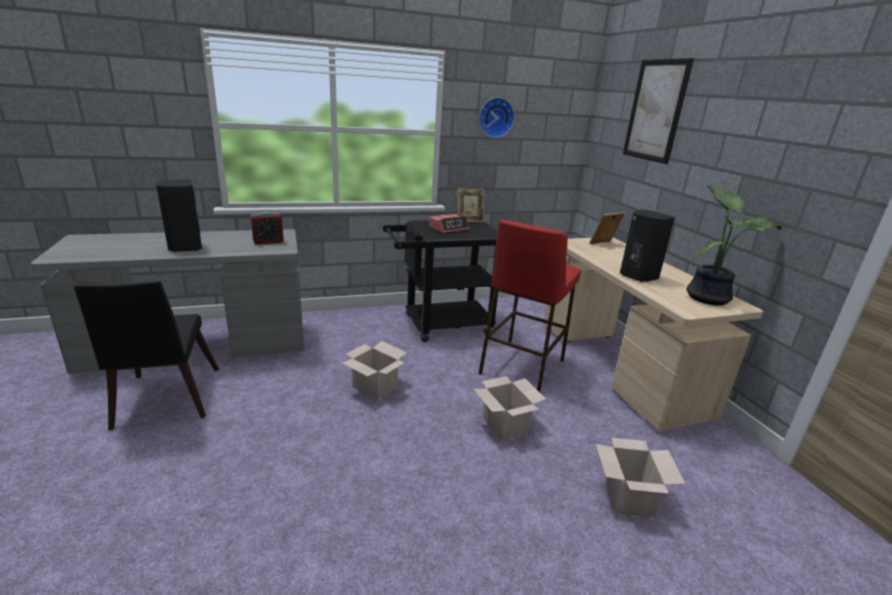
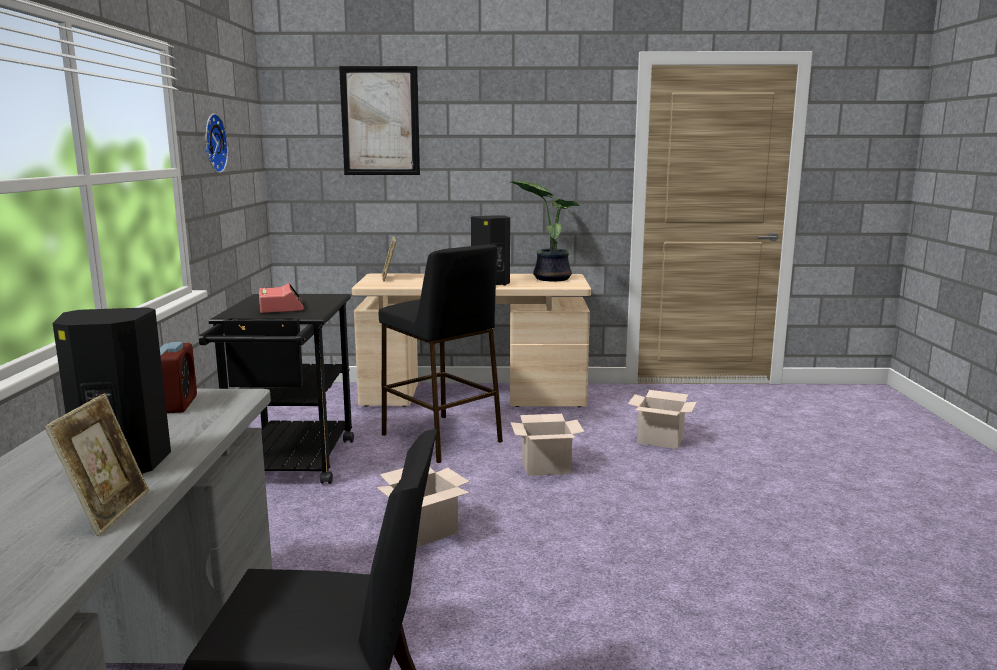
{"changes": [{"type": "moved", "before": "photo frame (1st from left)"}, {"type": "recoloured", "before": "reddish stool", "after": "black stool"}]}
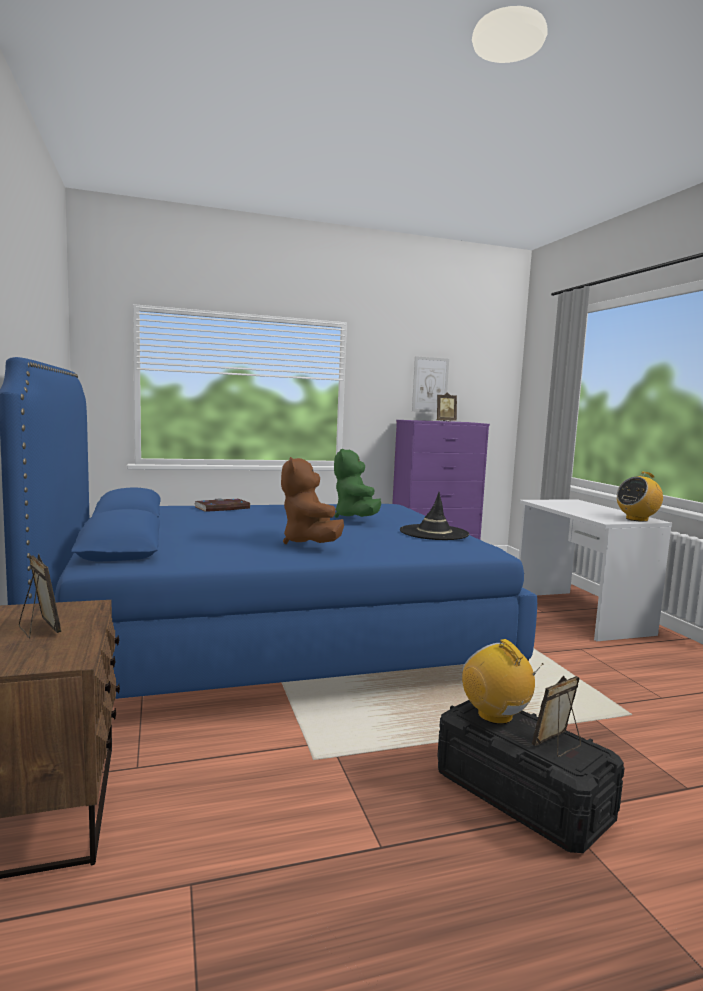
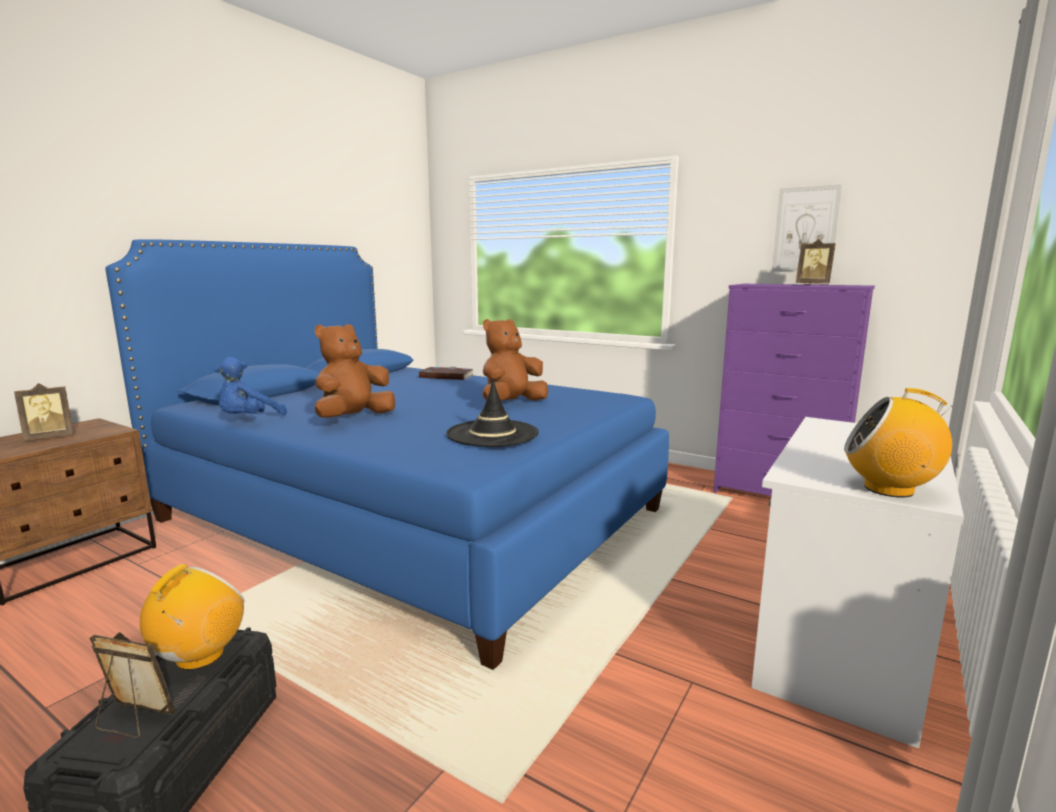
{"changes": [{"type": "added", "after": "blue-coloured plush toy"}, {"type": "recoloured", "before": "green plush toy", "after": "brown-coloured plush toy (2nd from left)"}, {"type": "turned", "before": "photo frame (1st from left)", "turn": 45}]}
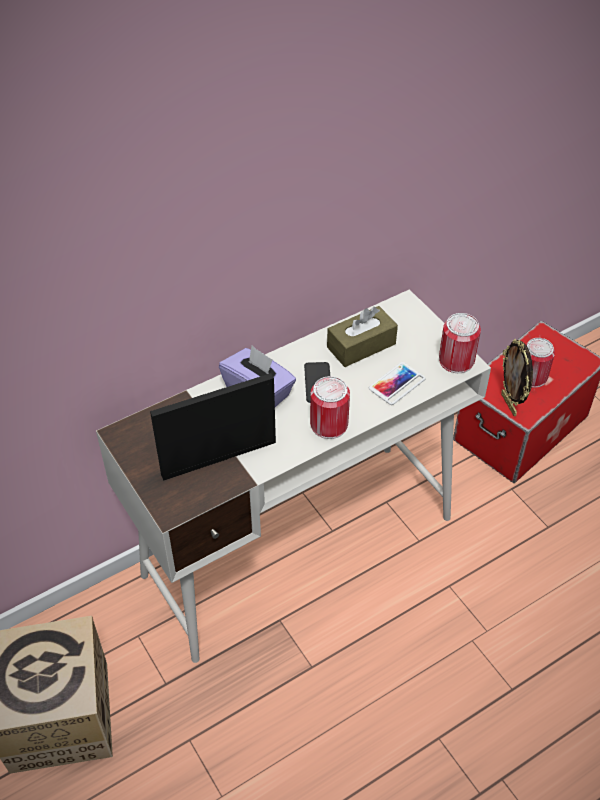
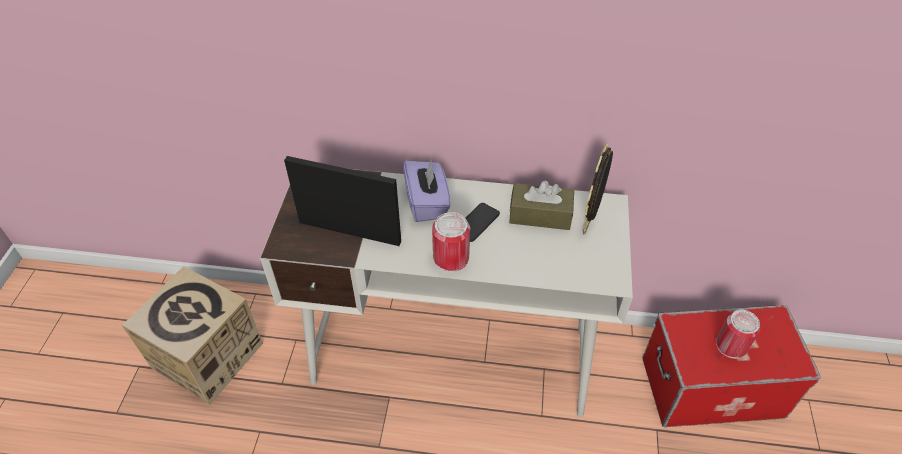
{"changes": [{"type": "removed", "before": "handset (2nd from left)"}, {"type": "removed", "before": "can (2nd from left)"}, {"type": "moved", "before": "photo frame (2nd from left)"}]}
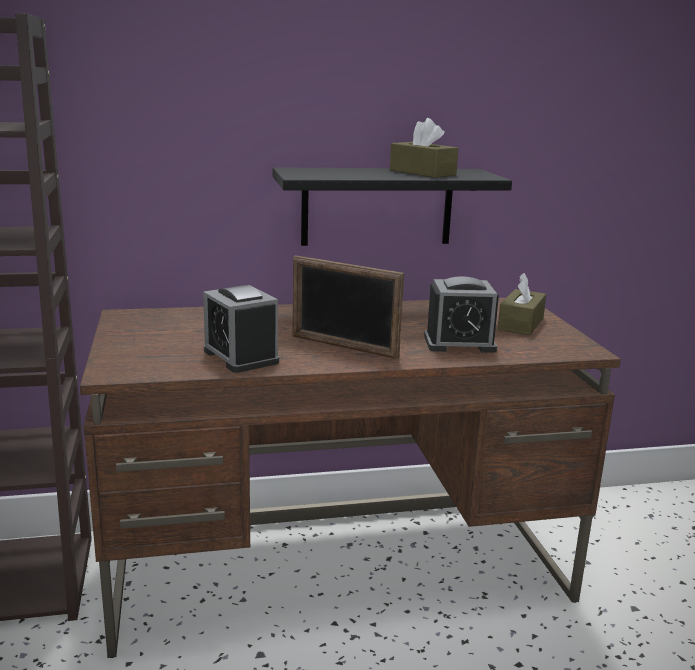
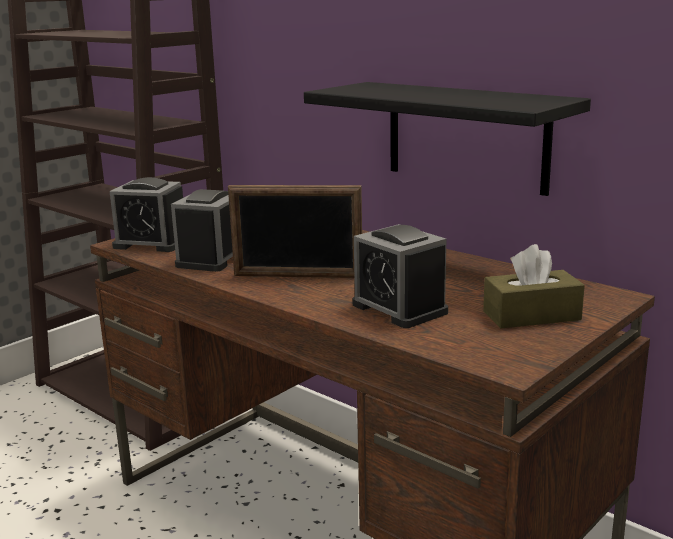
{"changes": [{"type": "removed", "before": "brown-coloured tissue box (1st from left)"}, {"type": "added", "after": "alarm clock (1st from left)"}, {"type": "turned", "before": "photo frame", "turn": -75}]}
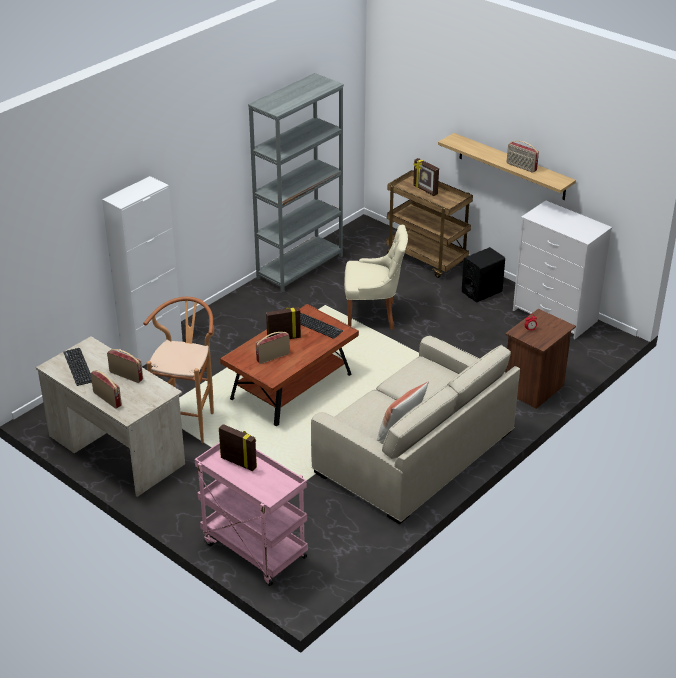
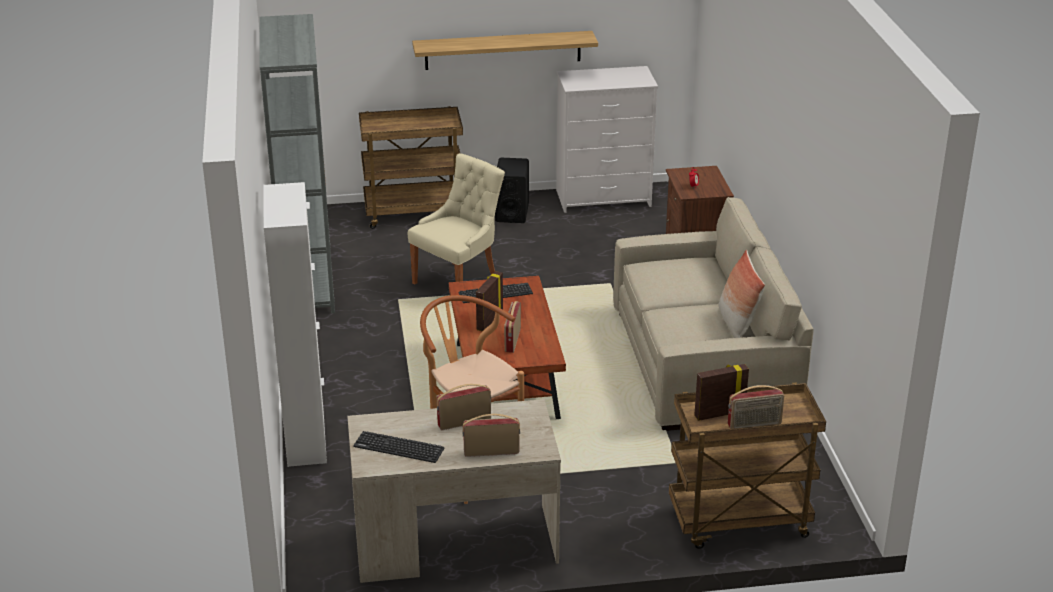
{"changes": [{"type": "removed", "before": "photo frame (3rd from left)"}, {"type": "moved", "before": "radio receiver (4th from left)"}, {"type": "recoloured", "before": "pink wheeled cart", "after": "brown-coloured wheeled cart (2nd from left)"}]}
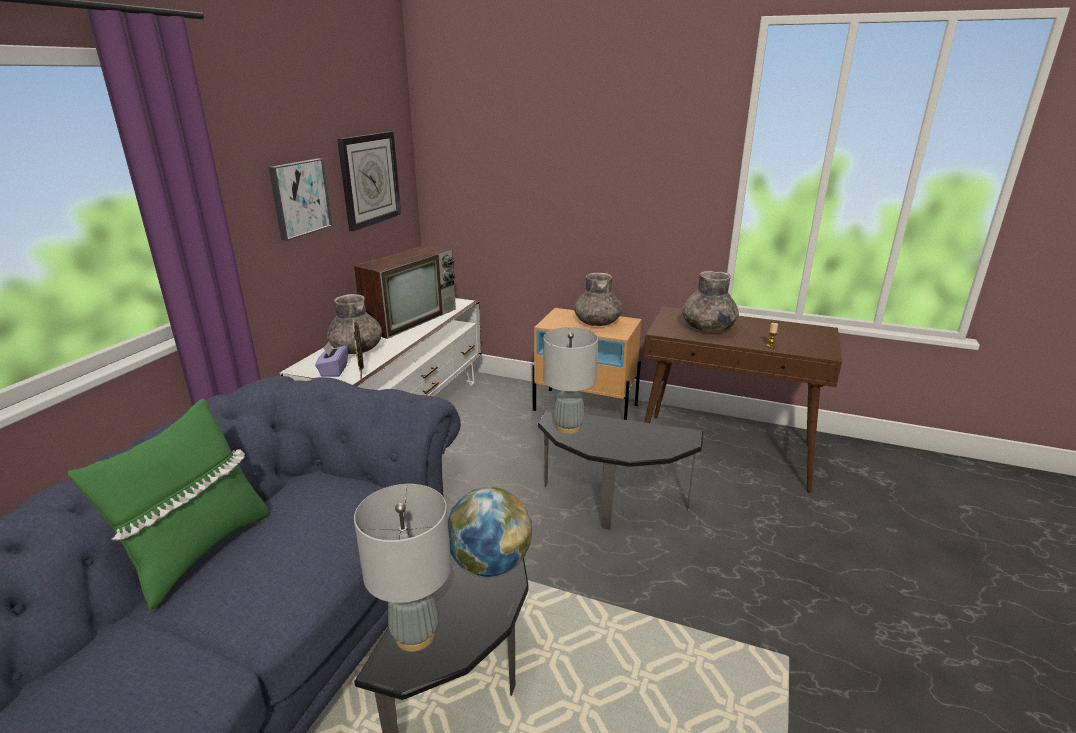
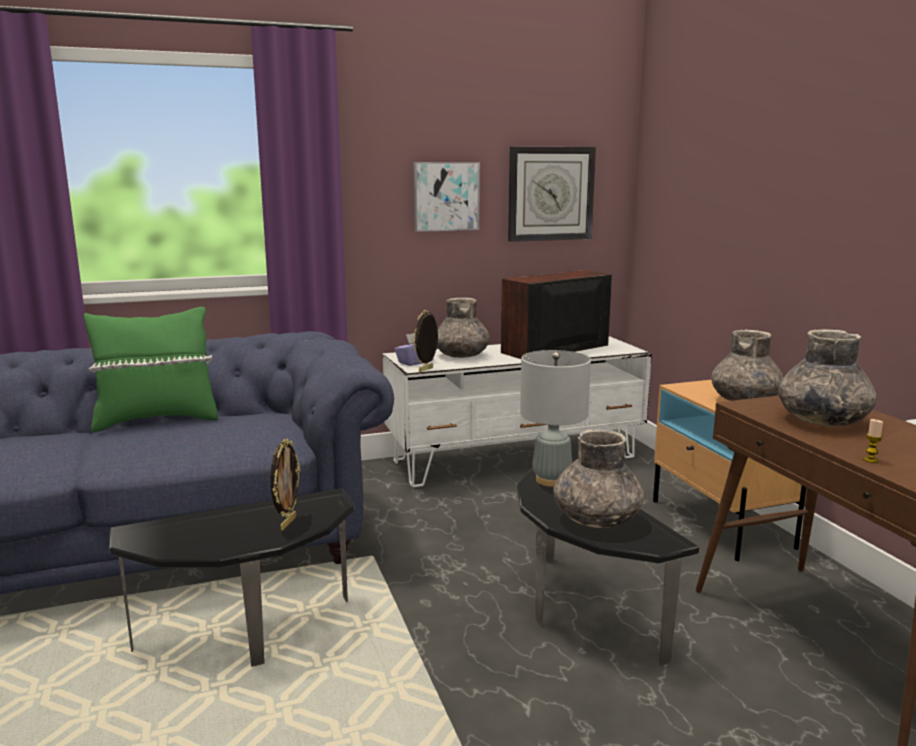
{"changes": [{"type": "removed", "before": "grey table lamp (1st from left)"}, {"type": "added", "after": "grey decorative vase (2nd from left)"}, {"type": "replaced", "before": "world globe", "after": "photo frame (1st from left)"}, {"type": "turned", "before": "TV set", "turn": 150}]}
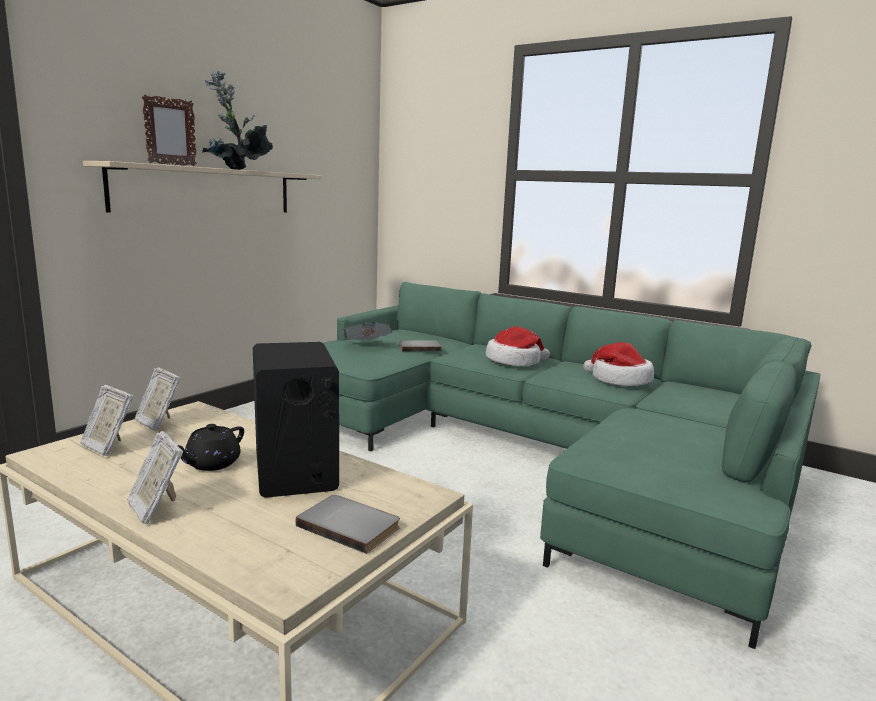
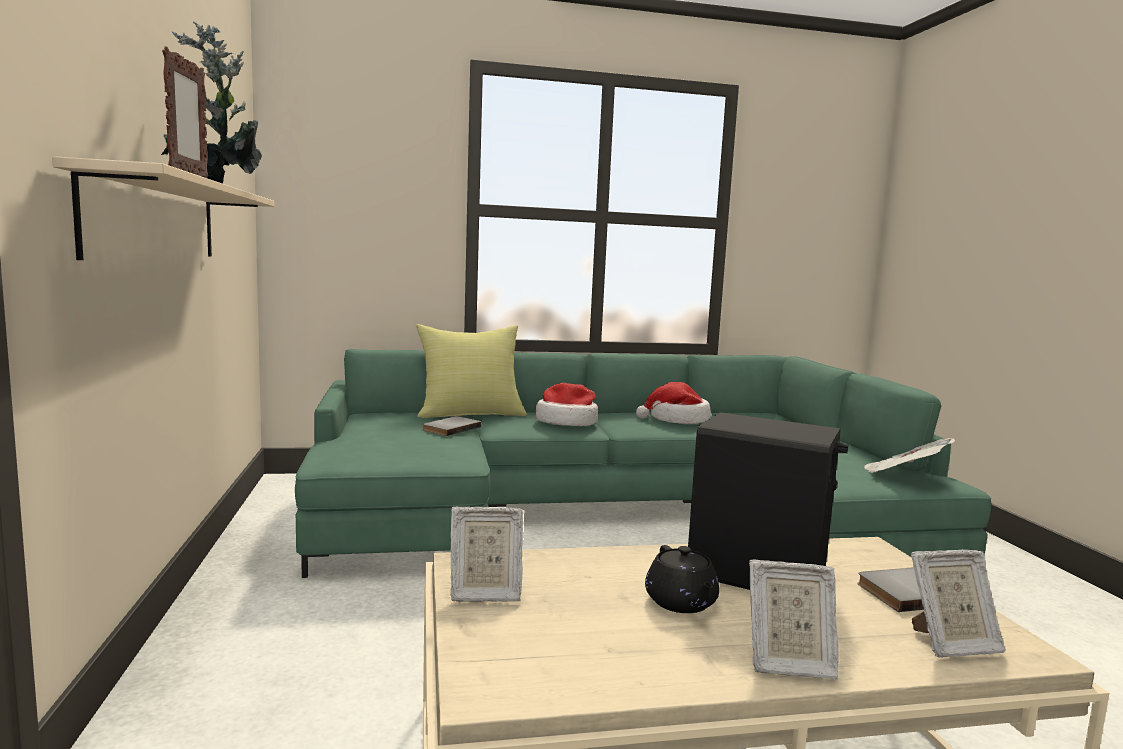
{"changes": [{"type": "added", "after": "yellow cushion"}, {"type": "moved", "before": "photo frame (1st from left in the first image)", "after": "photo frame (4th from left)"}, {"type": "moved", "before": "newspaper"}]}
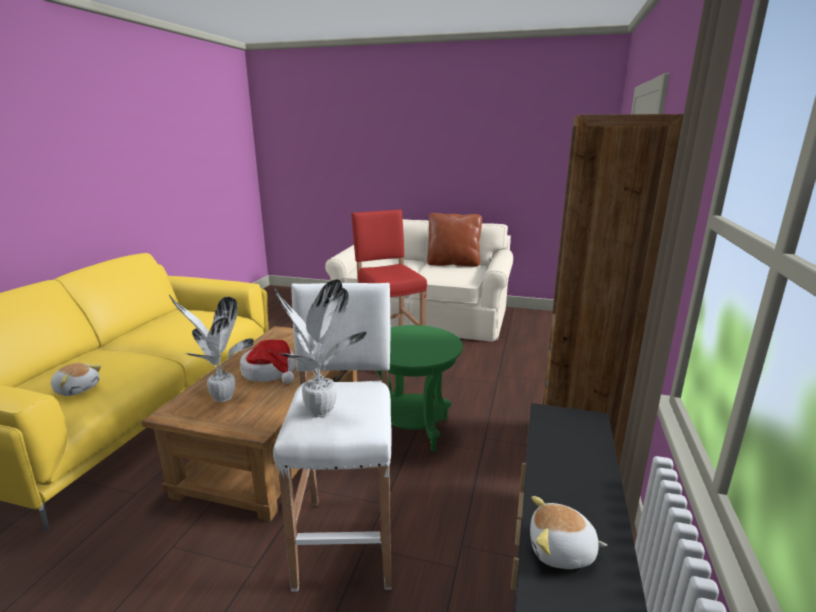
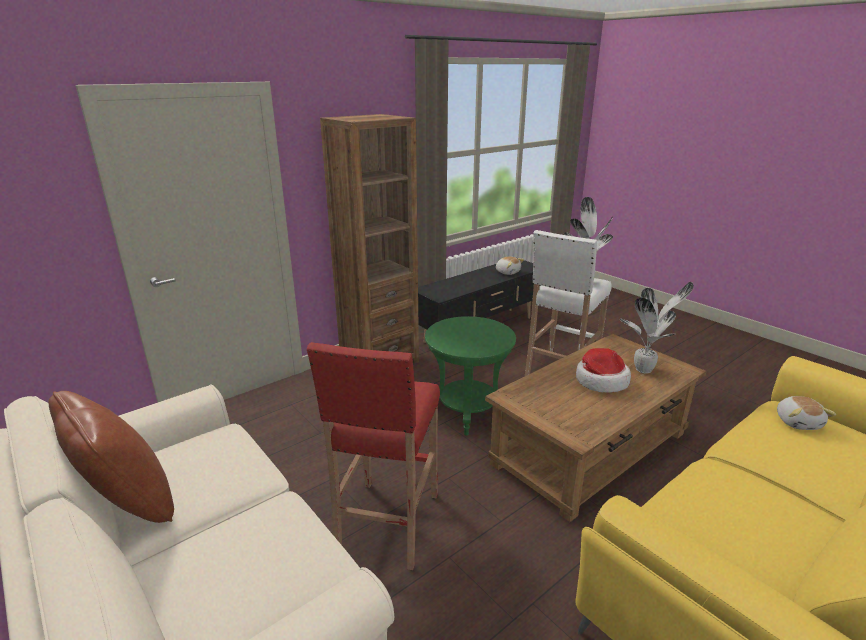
{"changes": [{"type": "turned", "before": "plush toy (1st from left in the first image)", "turn": -150}]}
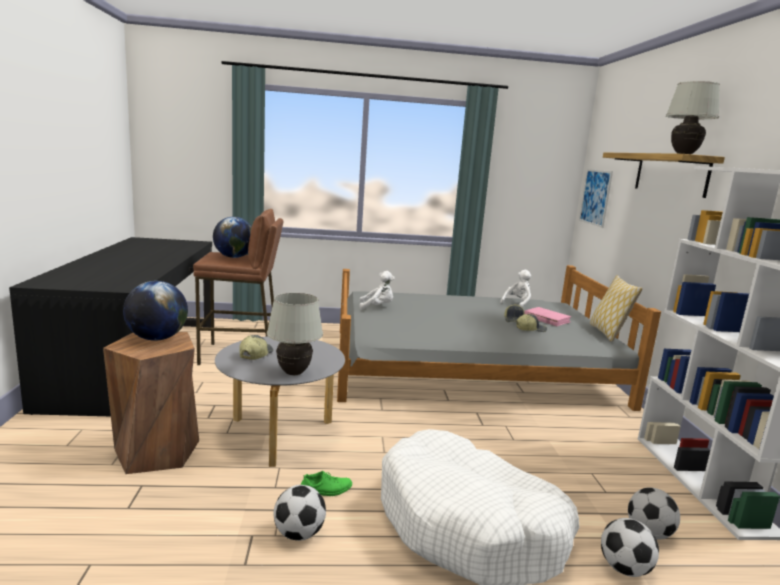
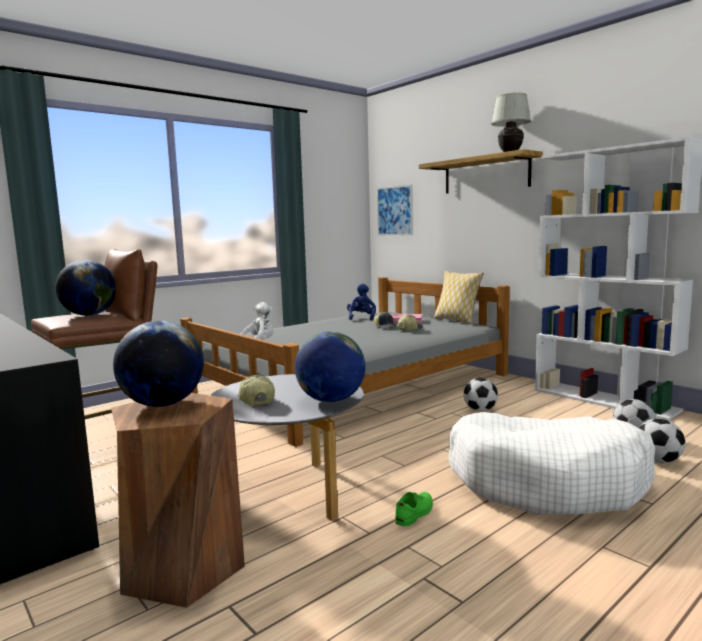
{"changes": [{"type": "moved", "before": "football (1st from left)"}, {"type": "replaced", "before": "white-coloured table lamp (1st from left)", "after": "world globe (3rd from left)"}, {"type": "recoloured", "before": "white-coloured plush toy (2nd from left)", "after": "blue-coloured plush toy"}]}
